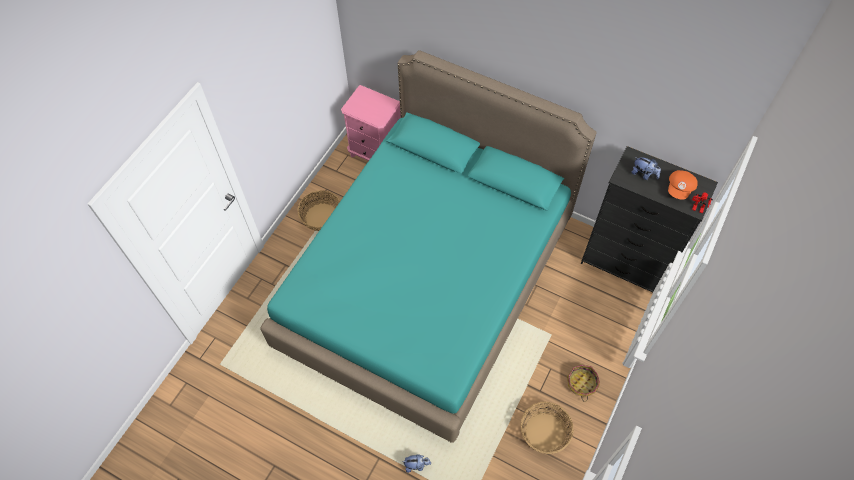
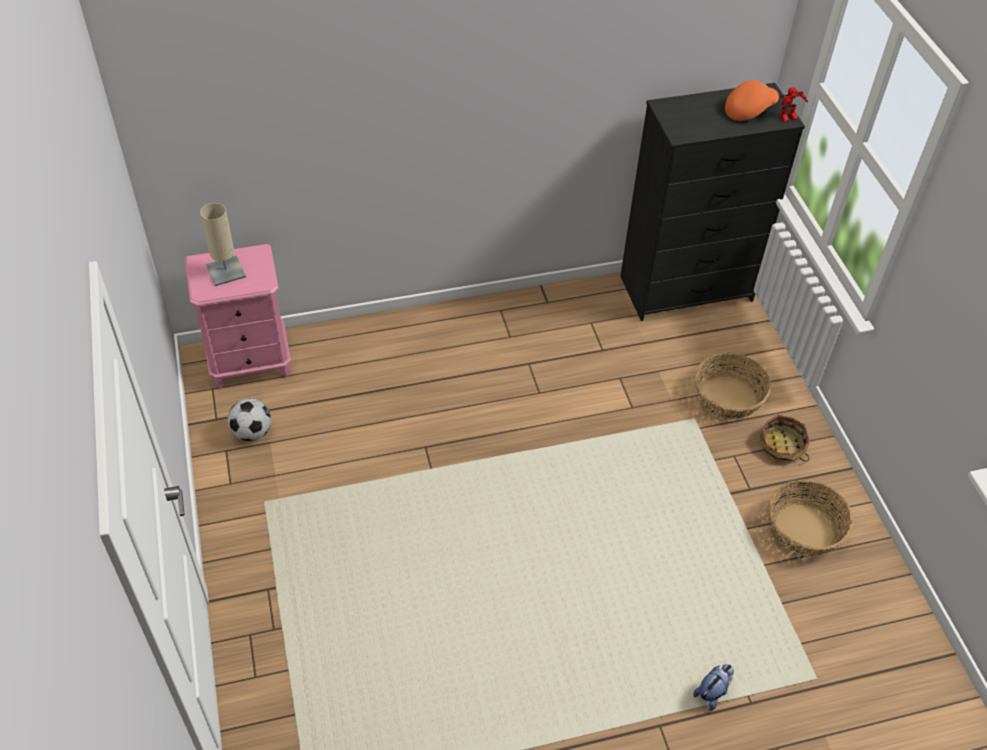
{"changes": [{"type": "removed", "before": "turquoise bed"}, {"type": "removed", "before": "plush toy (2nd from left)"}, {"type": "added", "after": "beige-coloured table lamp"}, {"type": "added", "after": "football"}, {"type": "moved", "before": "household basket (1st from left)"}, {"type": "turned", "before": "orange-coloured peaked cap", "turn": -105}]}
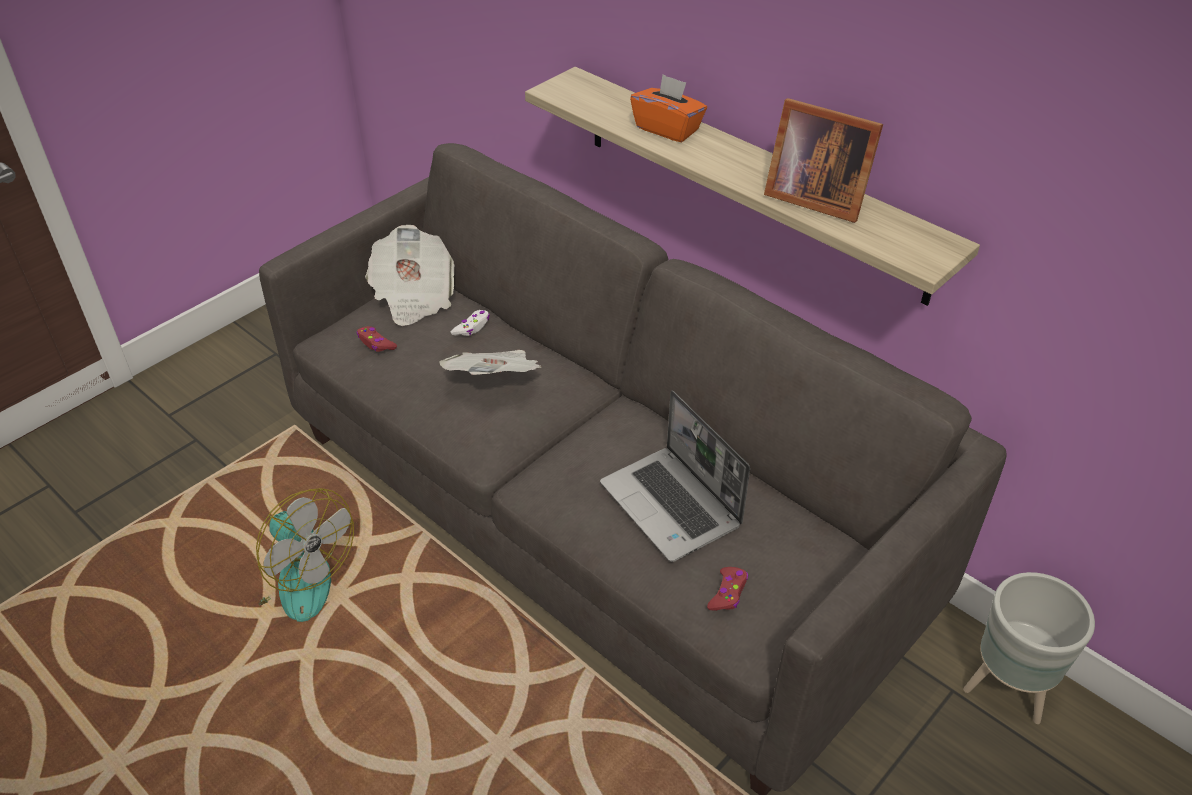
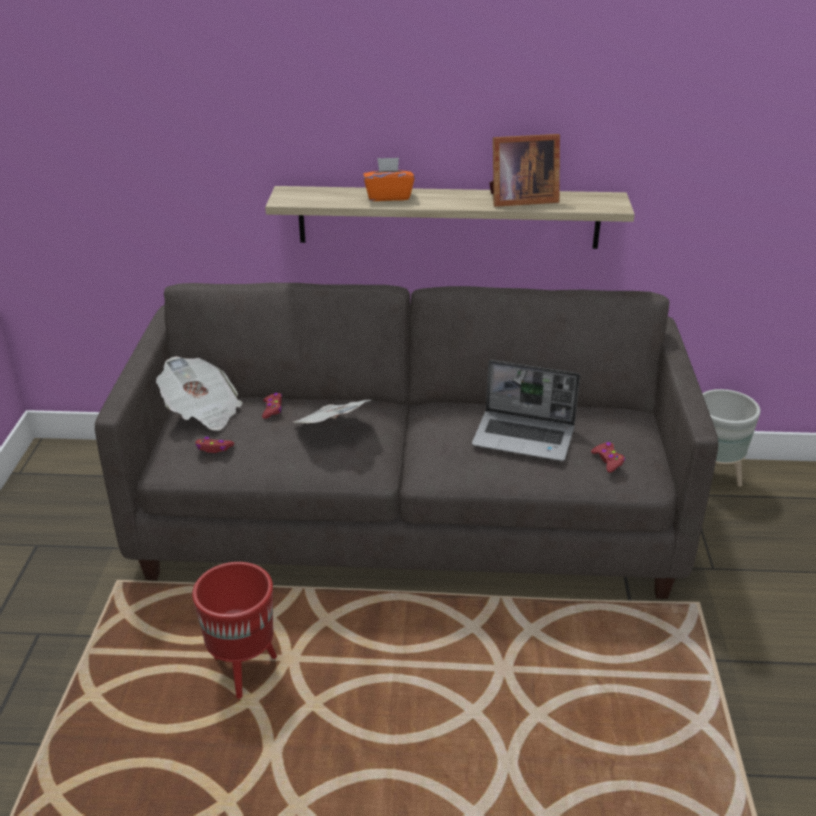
{"changes": [{"type": "replaced", "before": "fan", "after": "reddish planter"}, {"type": "recoloured", "before": "white-coloured gamepad", "after": "reddish gamepad (2nd from left)"}]}
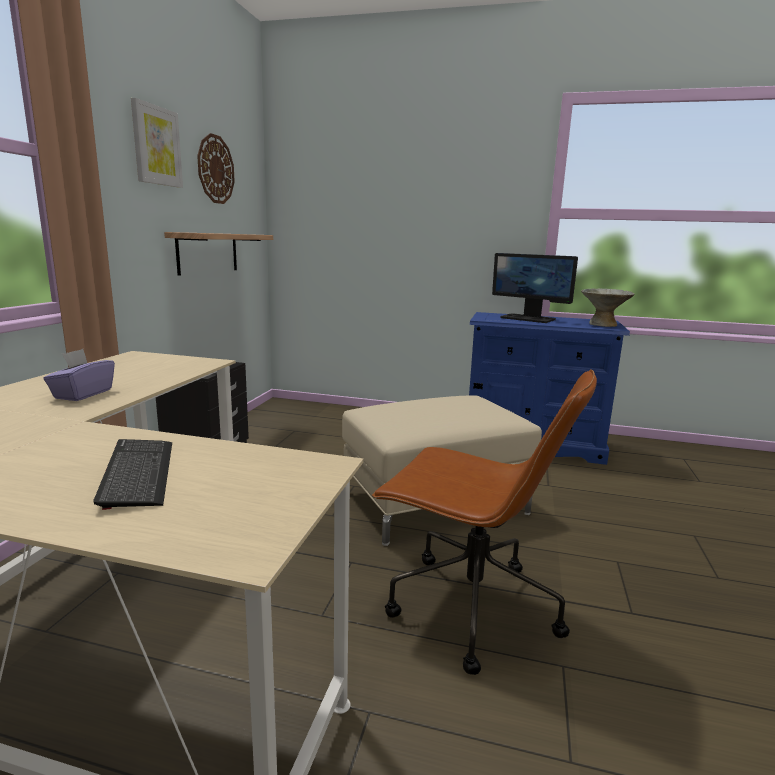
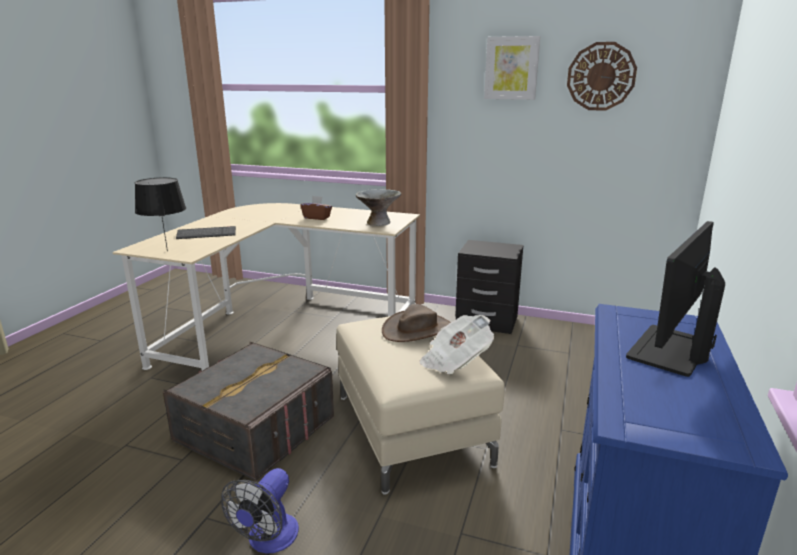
{"changes": [{"type": "removed", "before": "shelf"}, {"type": "added", "after": "black table lamp"}, {"type": "added", "after": "fan"}, {"type": "added", "after": "brown-coloured wearable hat"}, {"type": "added", "after": "newspaper"}, {"type": "moved", "before": "grey bowl"}, {"type": "replaced", "before": "brown-coloured desk chair", "after": "grey storage box"}, {"type": "recoloured", "before": "purple-coloured tissue box", "after": "brown-coloured tissue box"}]}
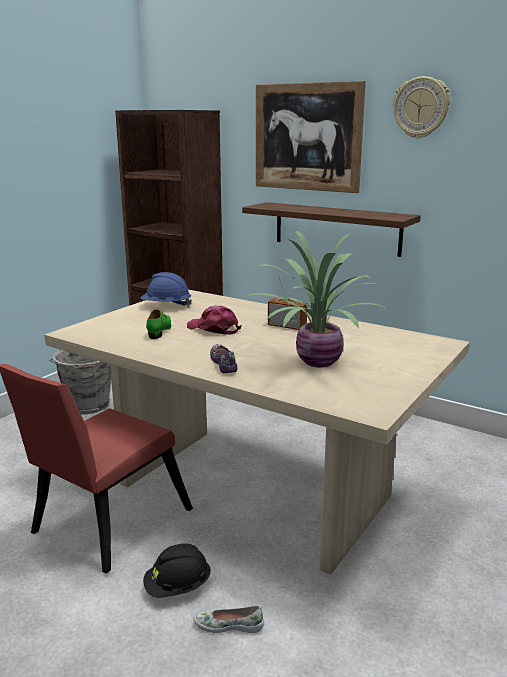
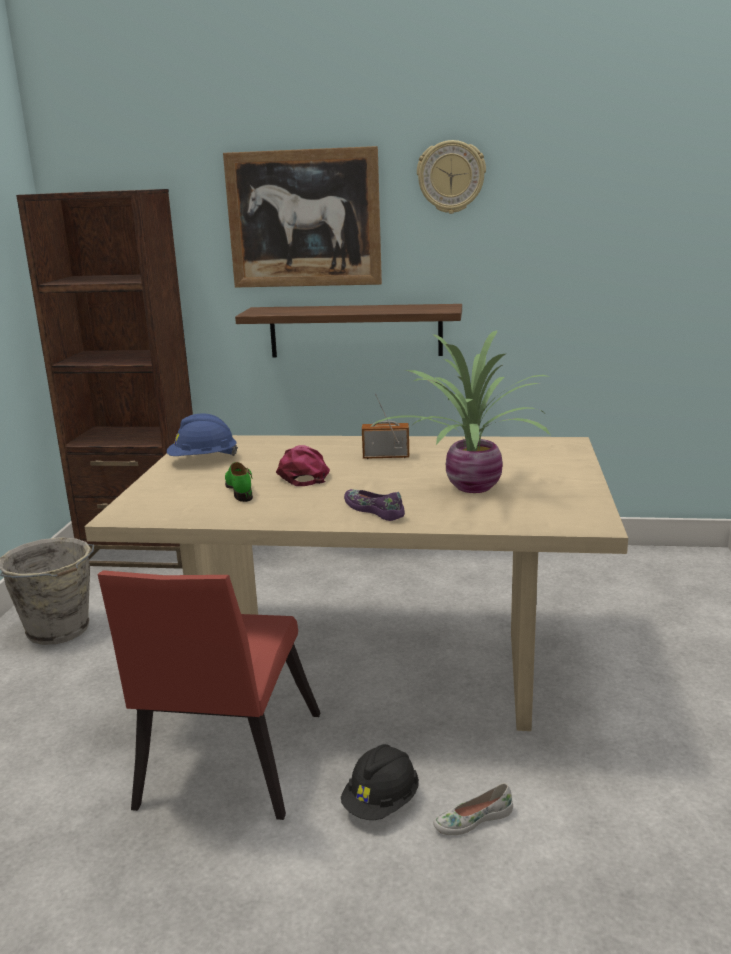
{"changes": [{"type": "turned", "before": "pink peaked cap", "turn": 75}]}
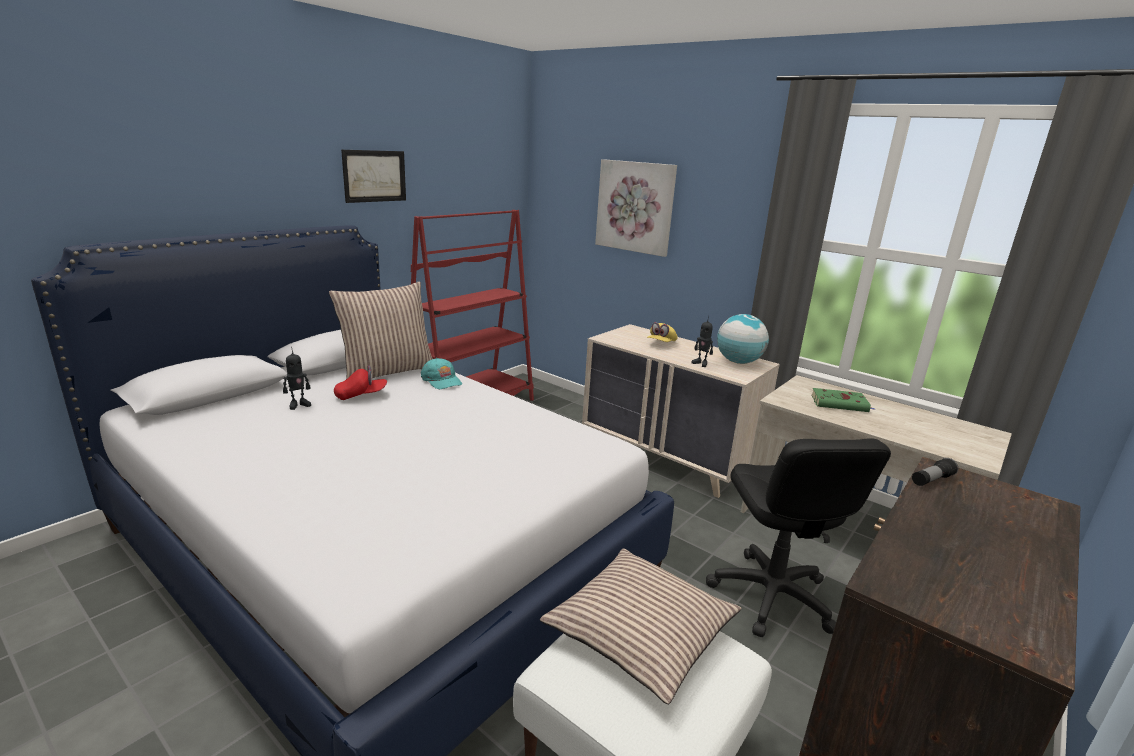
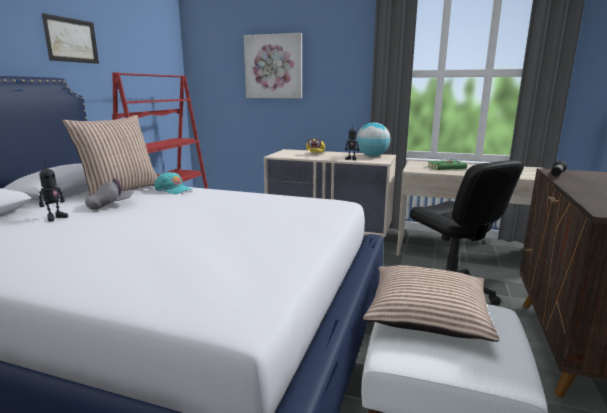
{"changes": [{"type": "recoloured", "before": "reddish peaked cap", "after": "grey peaked cap"}]}
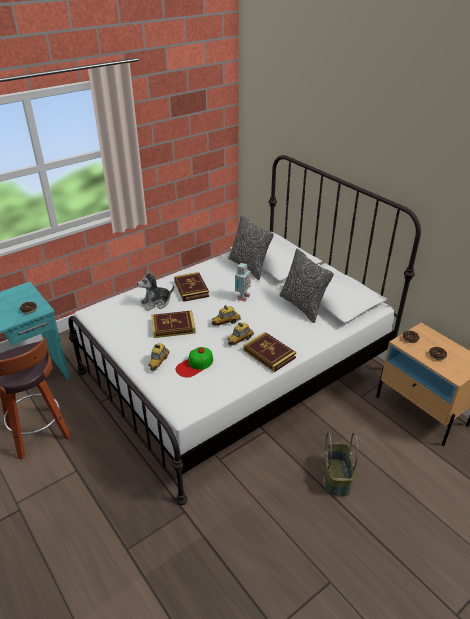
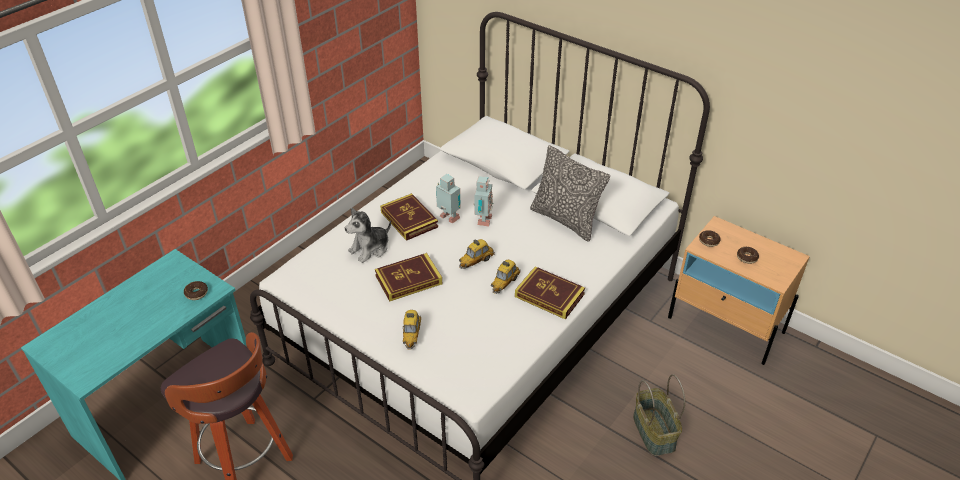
{"changes": [{"type": "removed", "before": "peaked cap"}, {"type": "removed", "before": "cushion (1st from left)"}, {"type": "added", "after": "model robot (1st from left)"}]}
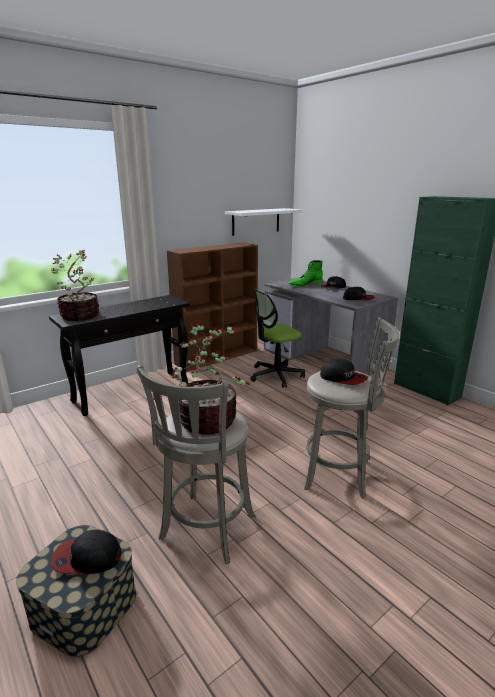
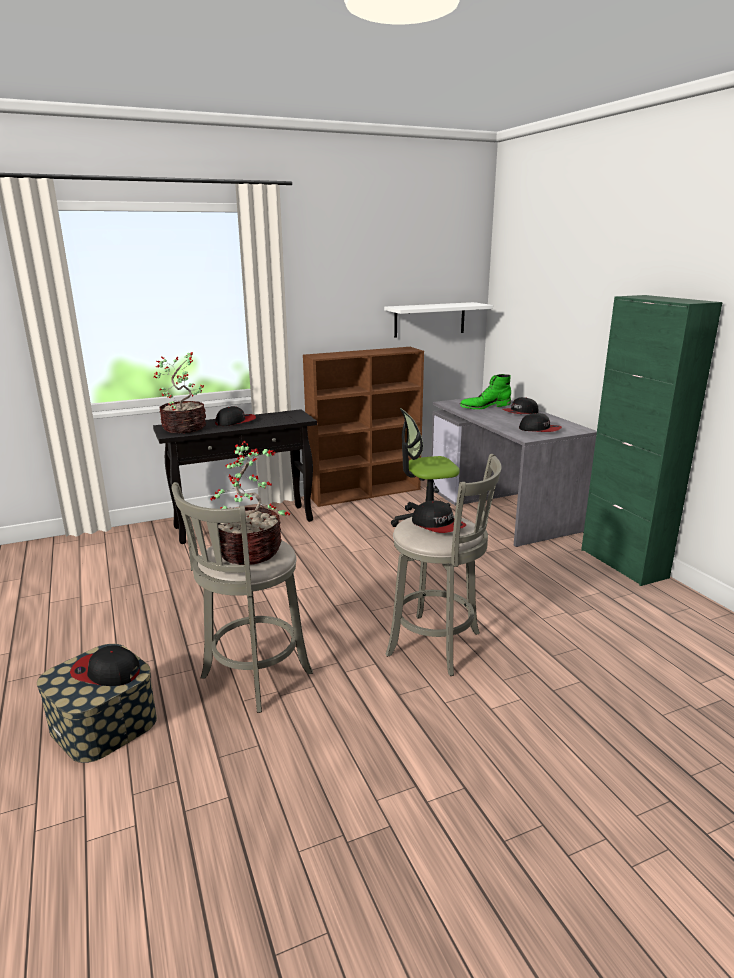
{"changes": [{"type": "added", "after": "peaked cap (2nd from left)"}]}
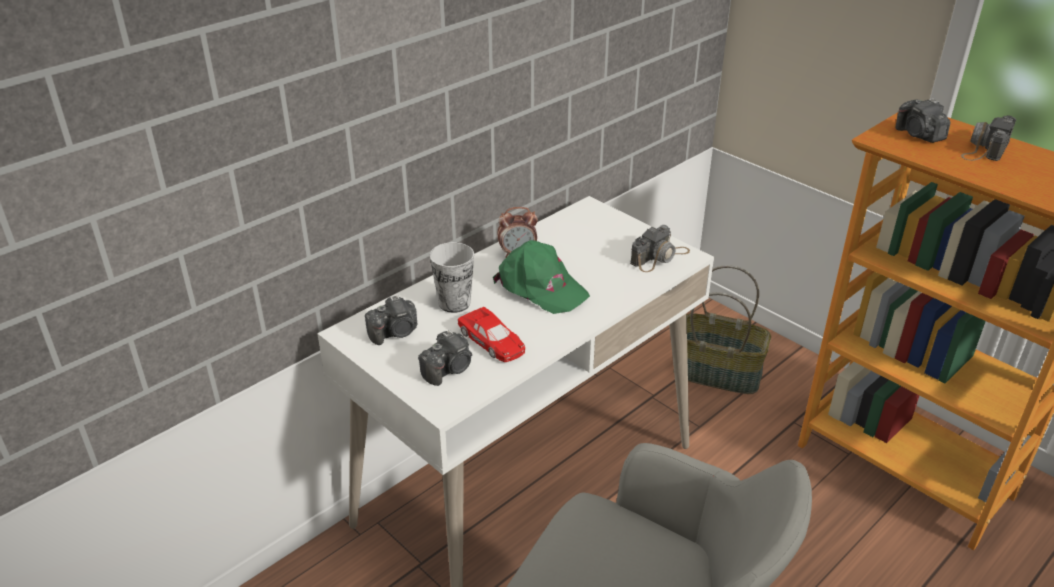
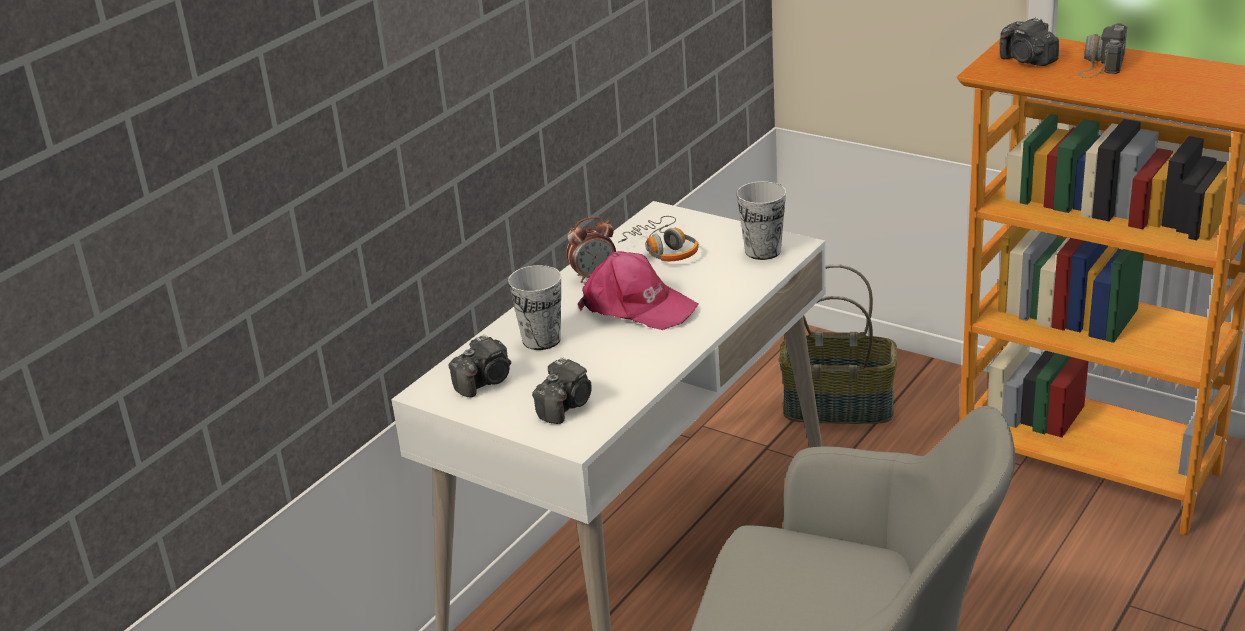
{"changes": [{"type": "removed", "before": "reddish miniature car"}, {"type": "added", "after": "headphones"}, {"type": "replaced", "before": "still camera (3rd from left)", "after": "cup (2nd from left)"}, {"type": "recoloured", "before": "green peaked cap", "after": "pink peaked cap"}]}
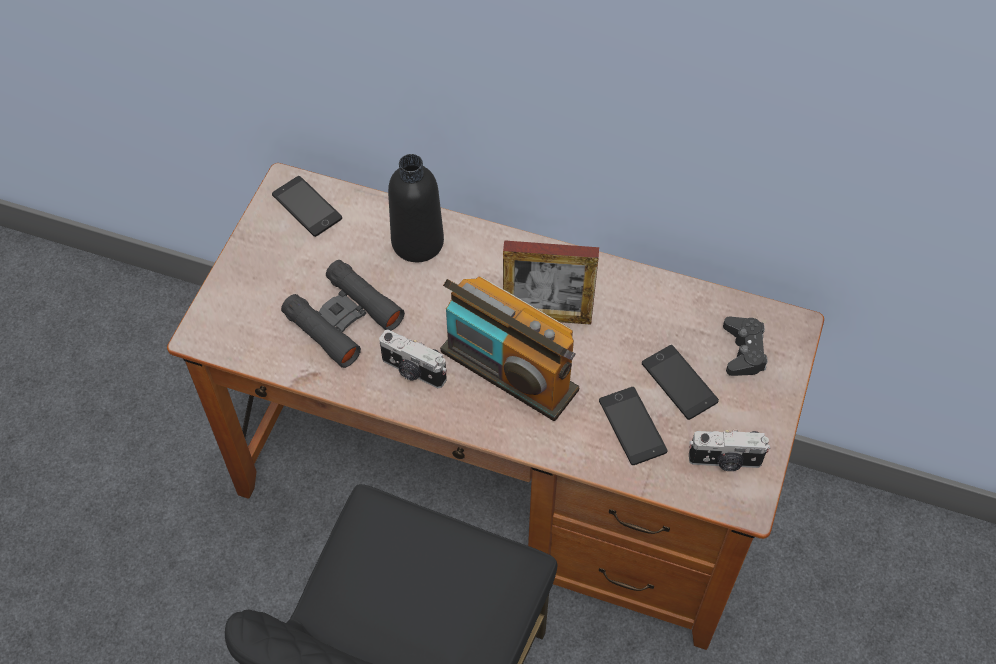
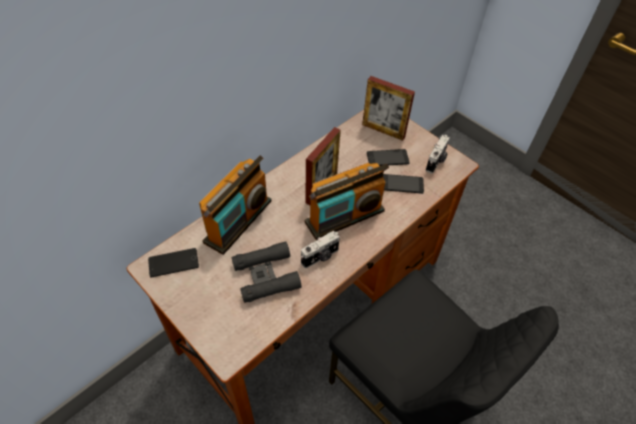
{"changes": [{"type": "replaced", "before": "black bottle", "after": "radio receiver (1st from left)"}, {"type": "replaced", "before": "black gamepad", "after": "photo frame (2nd from left)"}]}
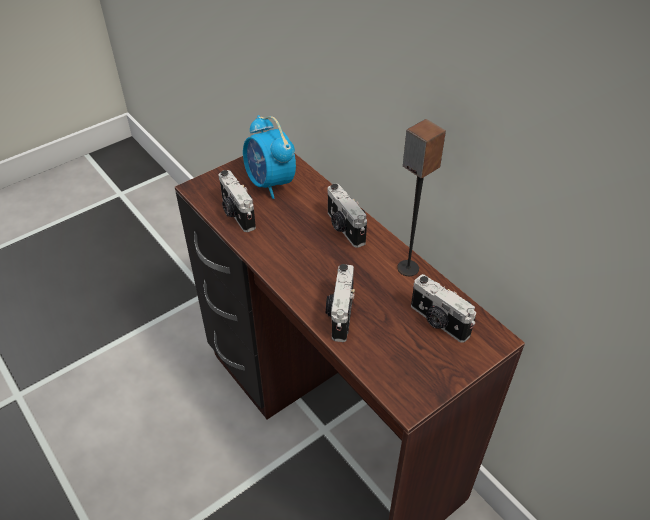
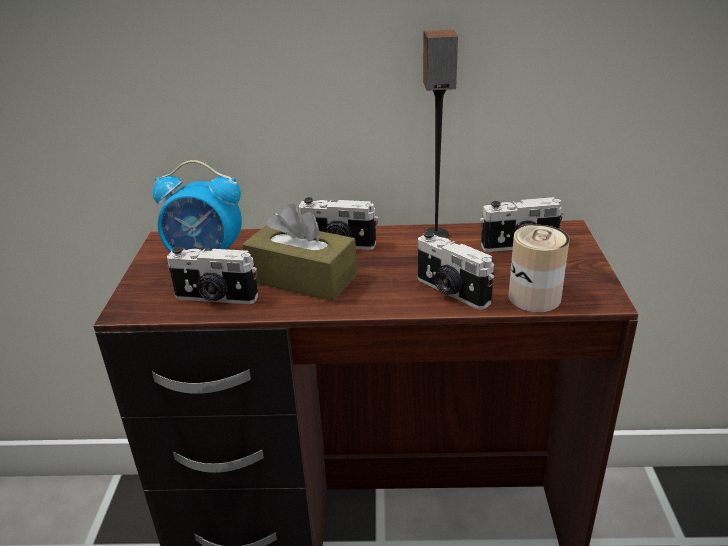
{"changes": [{"type": "added", "after": "brown-coloured tissue box"}, {"type": "added", "after": "can"}]}
